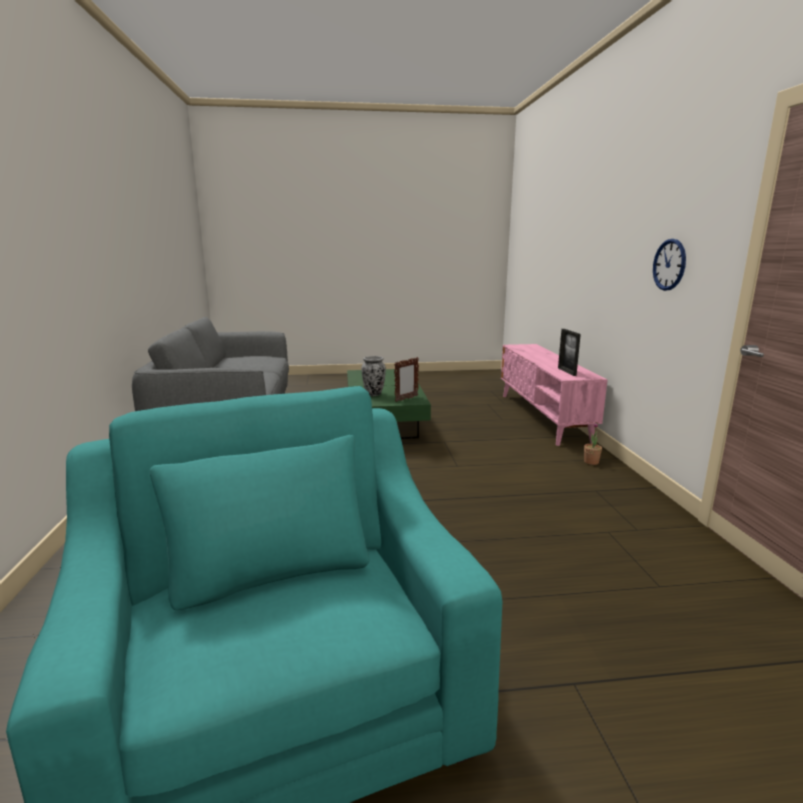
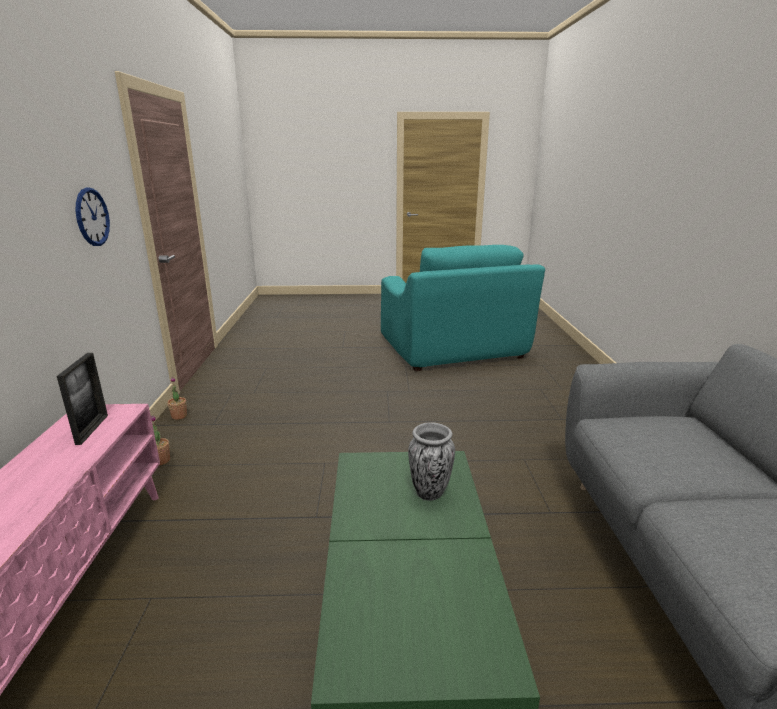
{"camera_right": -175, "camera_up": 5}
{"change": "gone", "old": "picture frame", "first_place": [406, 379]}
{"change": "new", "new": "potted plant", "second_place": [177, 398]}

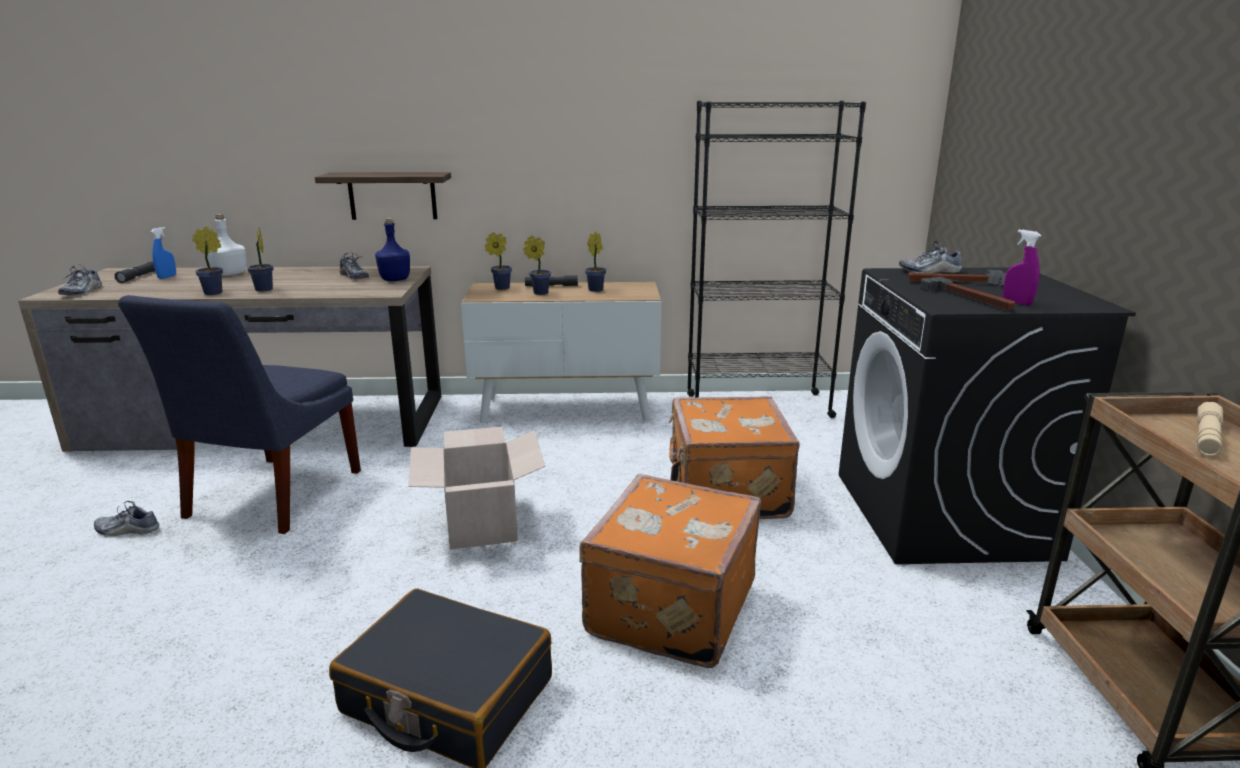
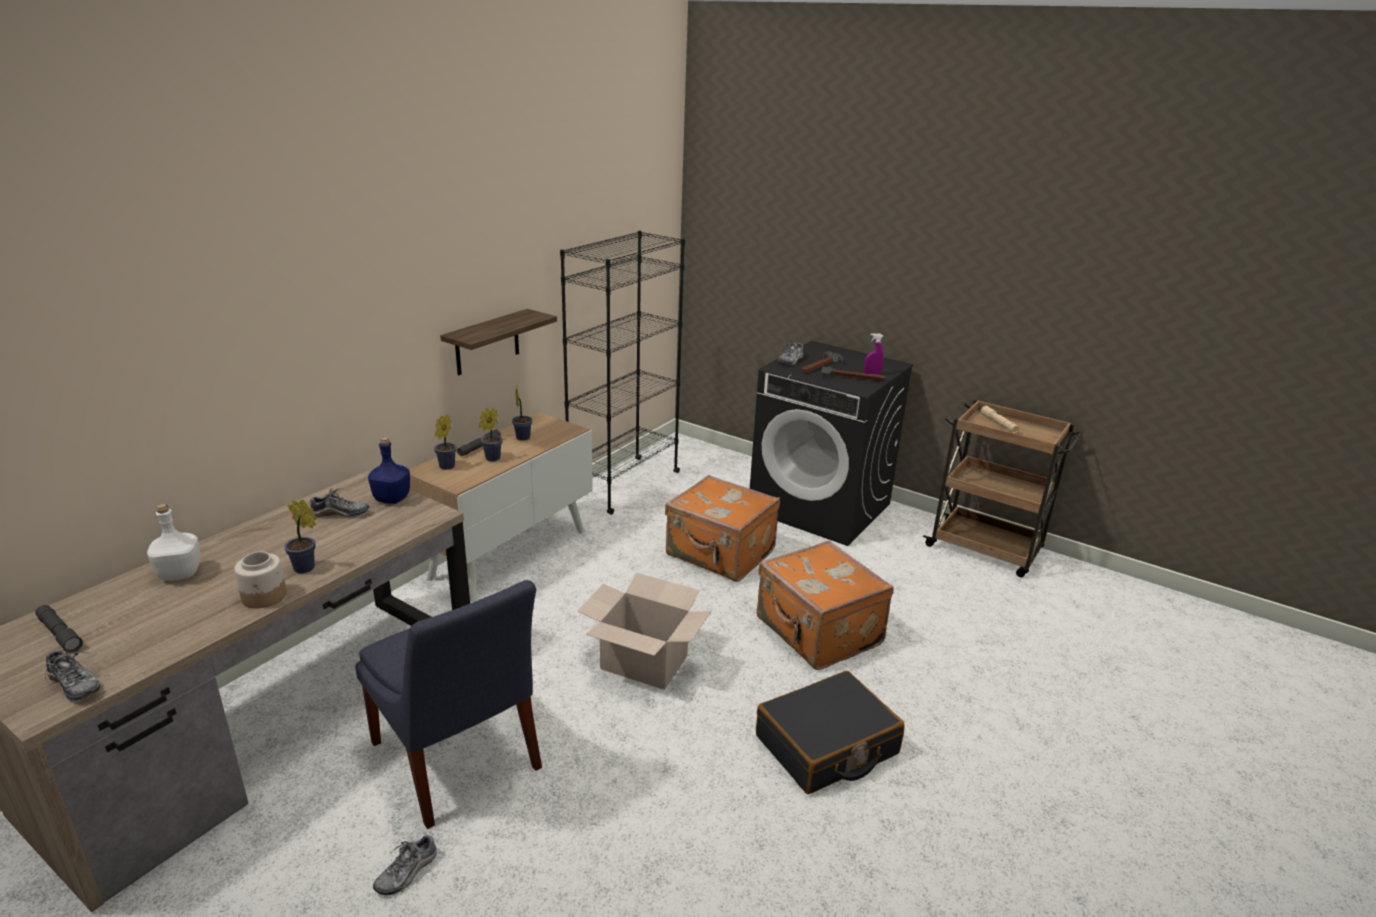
{"camera_right": -55, "camera_up": 5}
{"change": "shifted", "old": "shelf", "first_place": [383, 196], "second_place": [498, 342]}
{"change": "swapped", "old": "potted plant", "new": "jar", "first_place": [207, 260], "second_place": [260, 580]}
{"change": "gone", "old": "blue spray bottle", "first_place": [163, 253]}

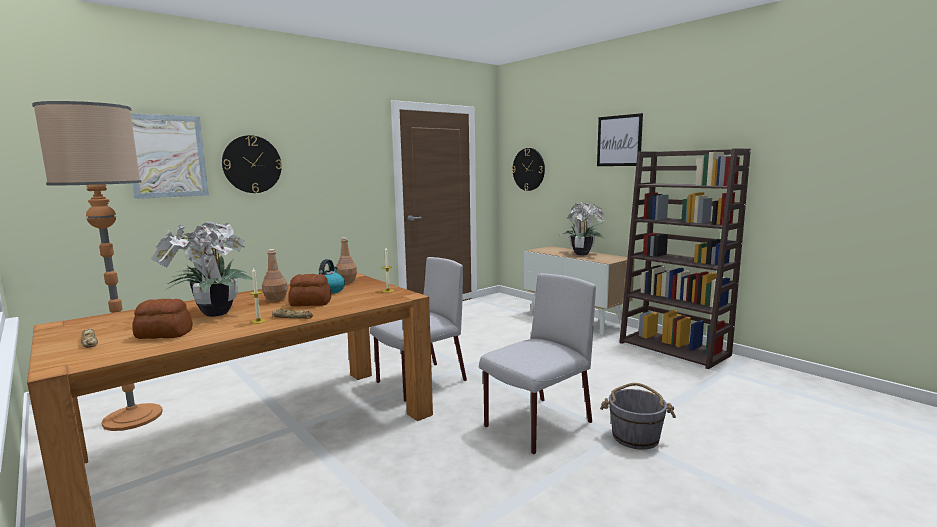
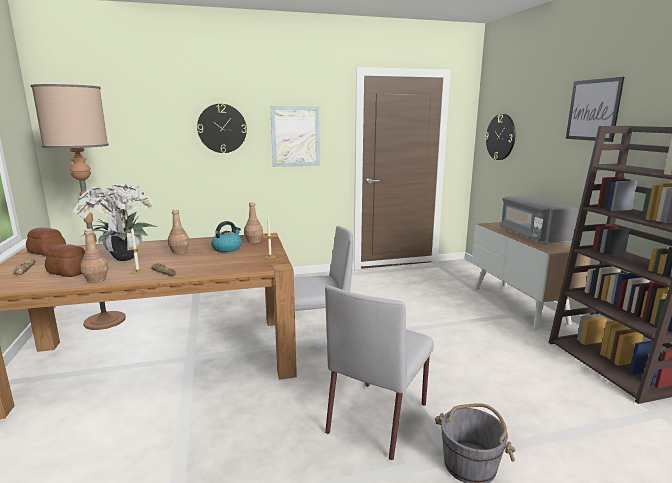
{"camera_right": 25, "camera_up": 5}
{"change": "shifted", "old": "picture", "first_place": [170, 156], "second_place": [295, 136]}
{"change": "swapped", "old": "potted plant", "new": "grey microwave", "first_place": [582, 228], "second_place": [539, 219]}
{"change": "rotated", "old": "grey chair", "first_place": [537, 363], "second_place": [379, 373], "degrees": 135}
{"change": "shifted", "old": "bread", "first_place": [310, 290], "second_place": [46, 241]}
{"change": "new", "new": "brown bottle", "second_place": [94, 256]}

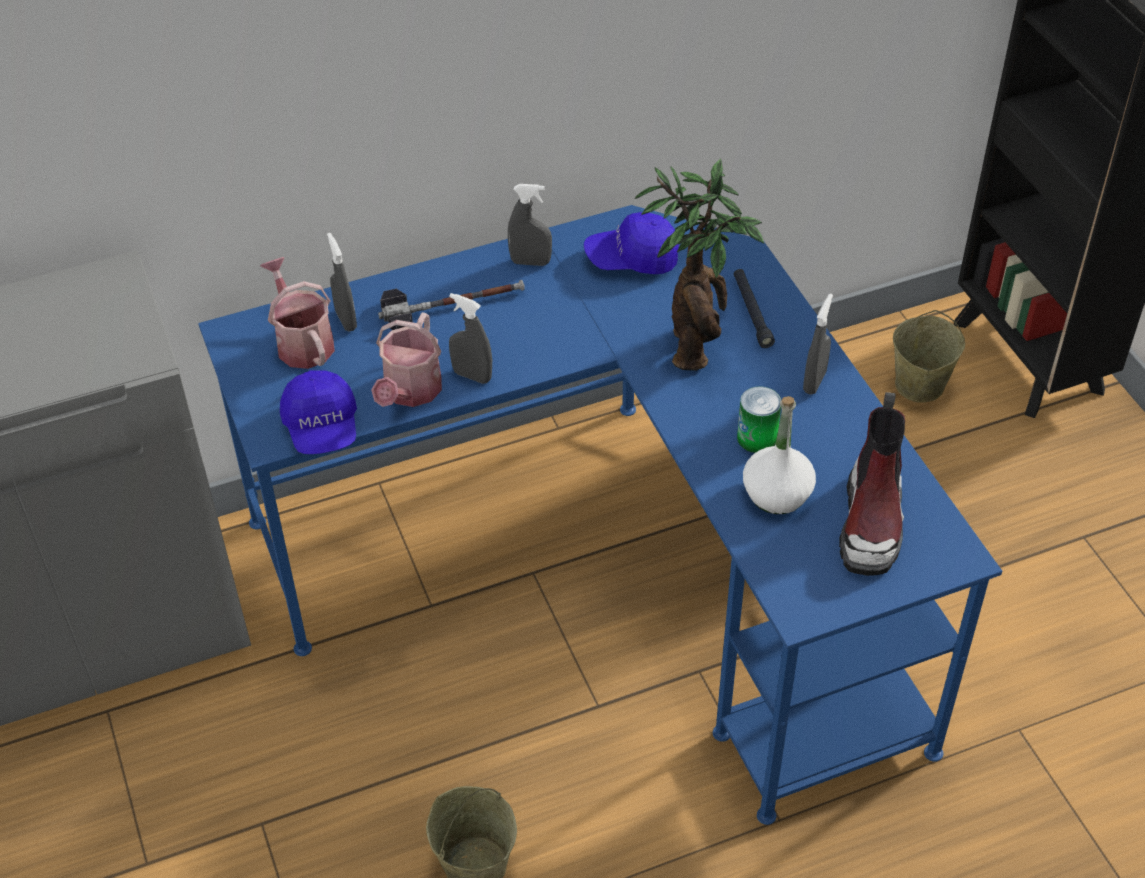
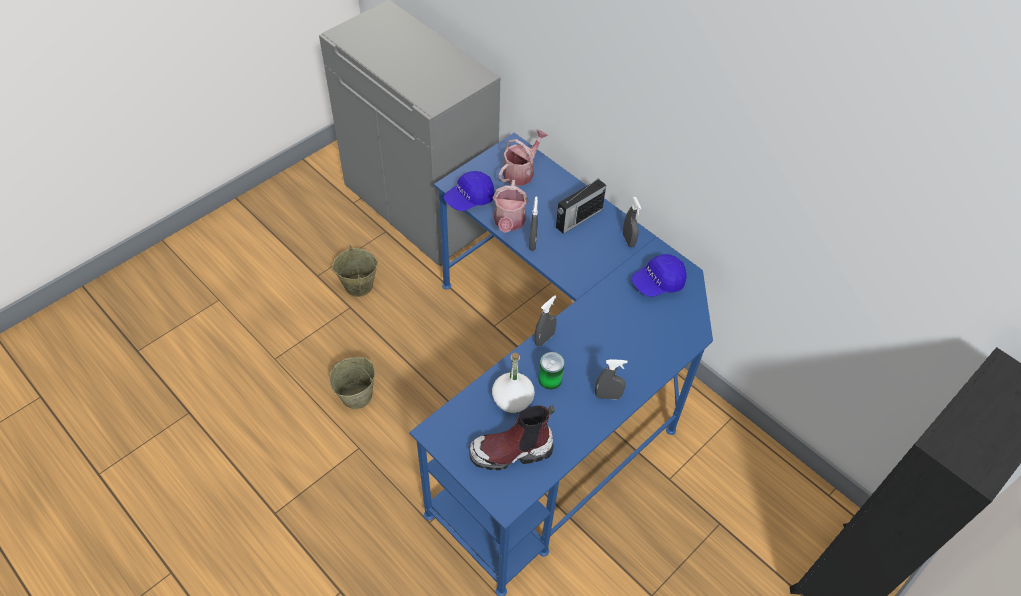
{"camera_right": 65, "camera_up": 5}
{"change": "gone", "old": "potted plant", "first_place": [699, 265]}
{"change": "rotated", "old": "blue cap", "first_place": [631, 243], "second_place": [659, 275], "degrees": -90}
{"change": "shifted", "old": "grey spray bottle", "first_place": [342, 282], "second_place": [545, 320]}
{"change": "gone", "old": "black flashlight", "first_place": [754, 308]}
{"change": "swapped", "old": "hammer", "new": "radio", "first_place": [451, 305], "second_place": [581, 206]}
{"change": "shifted", "old": "beige bucket", "first_place": [929, 356], "second_place": [355, 270]}
{"change": "rotated", "old": "watering can", "first_place": [406, 360], "second_place": [510, 206], "degrees": -75}

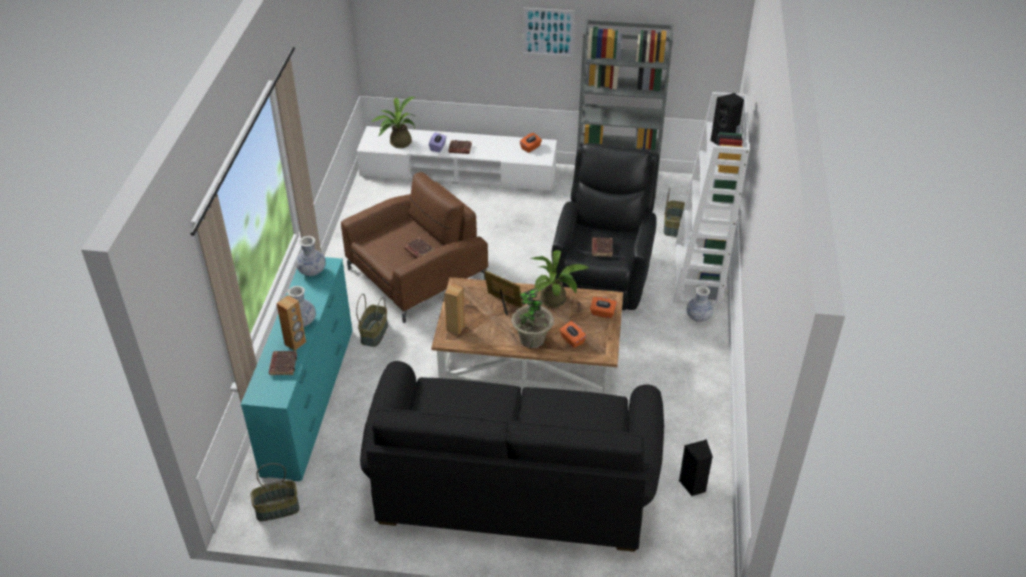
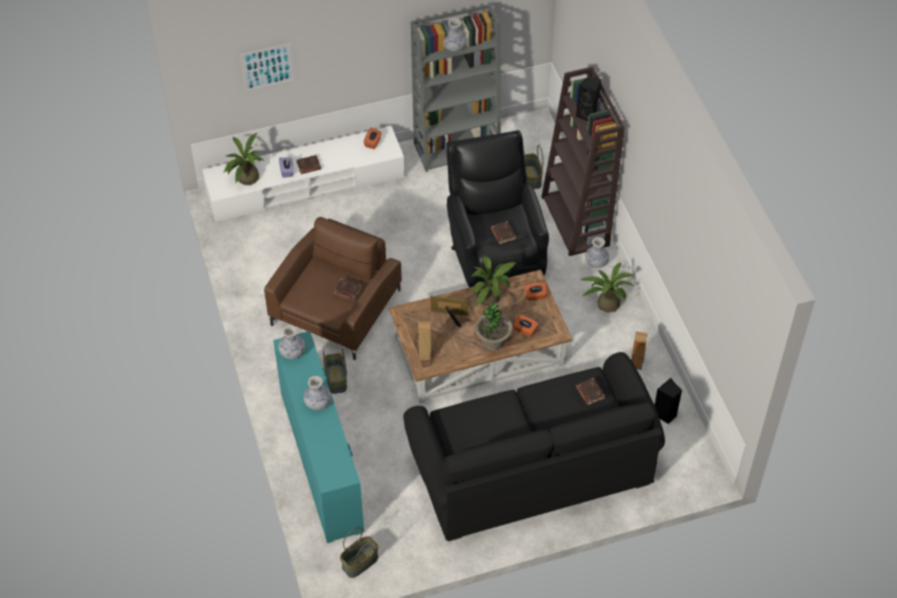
{"camera_right": -25, "camera_up": 10}
{"change": "shifted", "old": "picture", "first_place": [549, 32], "second_place": [267, 67]}
{"change": "repainted", "old": "white bookcase", "new": "brown bookcase", "first_place": [711, 199], "second_place": [583, 161]}
{"change": "shifted", "old": "brown speaker", "first_place": [291, 323], "second_place": [639, 350]}
{"change": "shifted", "old": "brown book", "first_place": [283, 363], "second_place": [590, 391]}
{"change": "new", "new": "vase", "second_place": [455, 35]}
{"change": "new", "new": "potted plant", "second_place": [607, 287]}

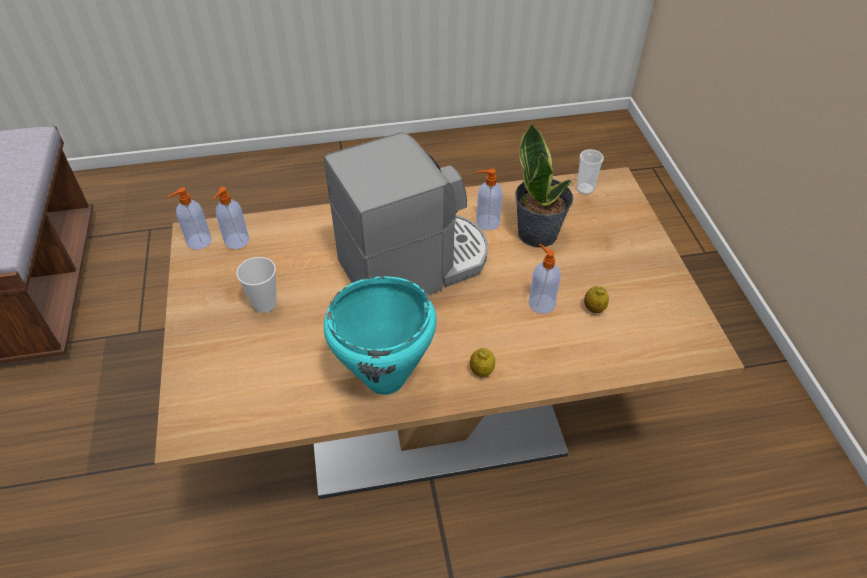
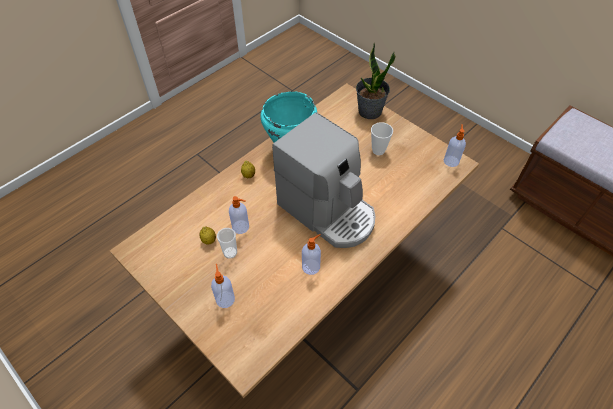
{"camera_right": 145, "camera_up": 5}
{"change": "shifted", "old": "potted plant", "first_place": [544, 185], "second_place": [376, 81]}
{"change": "rotated", "old": "coffee machine", "first_place": [406, 213], "second_place": [324, 180], "degrees": -75}
{"change": "shifted", "old": "cup", "first_place": [590, 172], "second_place": [227, 243]}
{"change": "shifted", "old": "soap dispenser", "first_place": [231, 218], "second_place": [223, 286]}

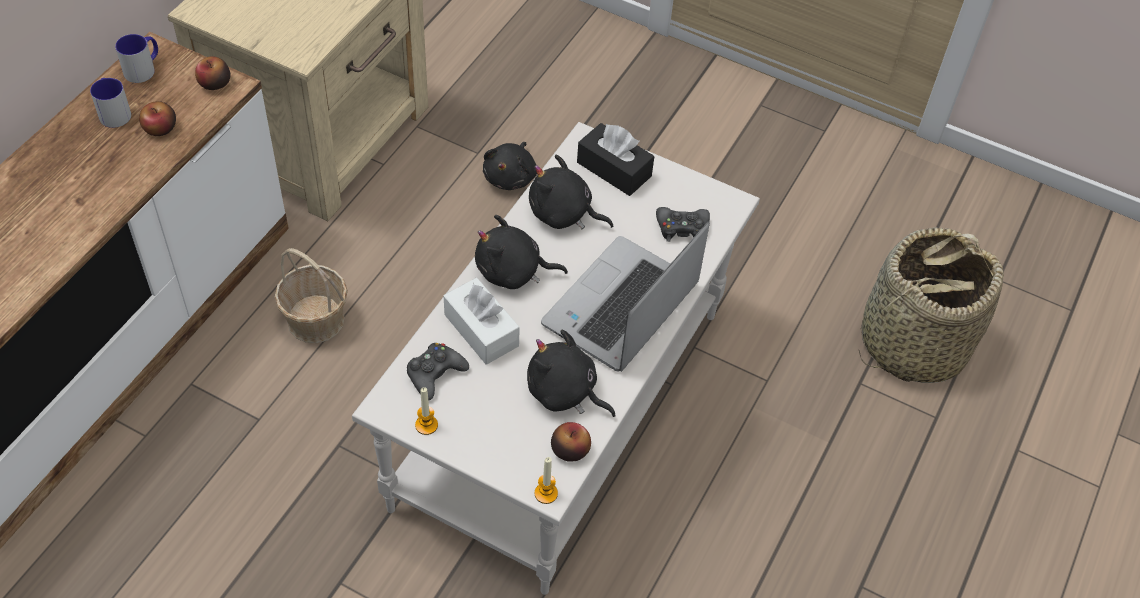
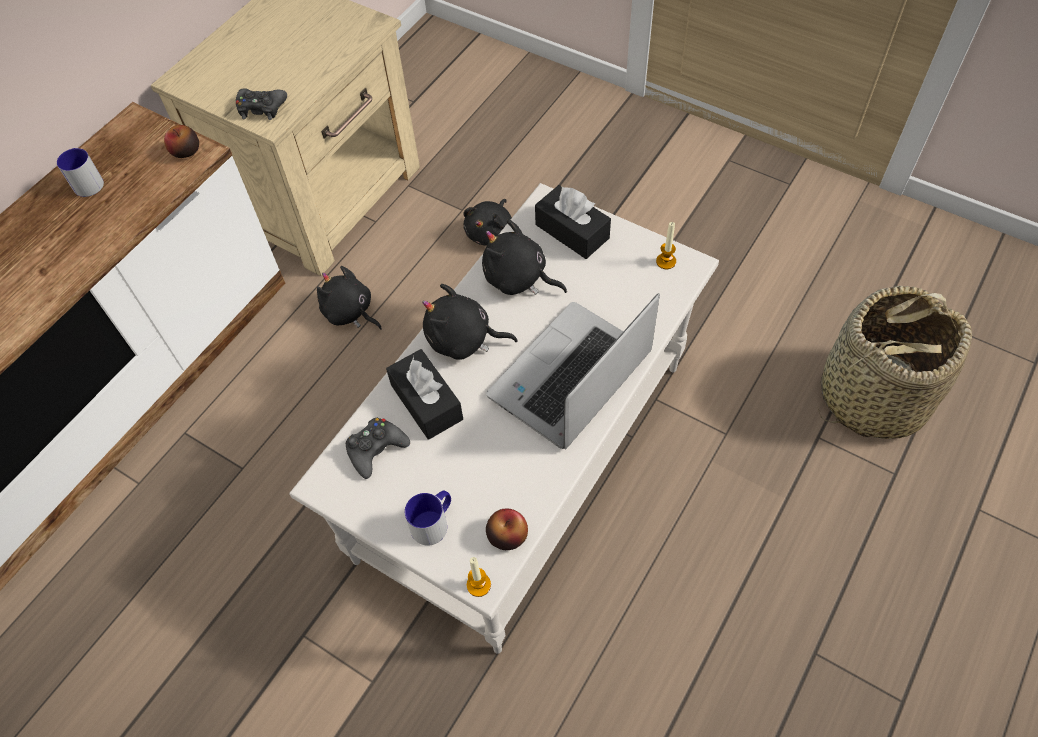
{"camera_right": 10, "camera_up": 5}
{"change": "shifted", "old": "mug", "first_place": [136, 58], "second_place": [428, 518]}
{"change": "gone", "old": "apple", "first_place": [157, 118]}
{"change": "shifted", "old": "black game controller", "first_place": [683, 224], "second_place": [261, 104]}
{"change": "gone", "old": "basket", "first_place": [311, 295]}
{"change": "repainted", "old": "white tissue box", "new": "black tissue box", "first_place": [482, 321], "second_place": [424, 394]}
{"change": "shifted", "old": "black plush toy", "first_place": [571, 373], "second_place": [349, 298]}
{"change": "shifted", "old": "candle", "first_place": [426, 411], "second_place": [666, 245]}

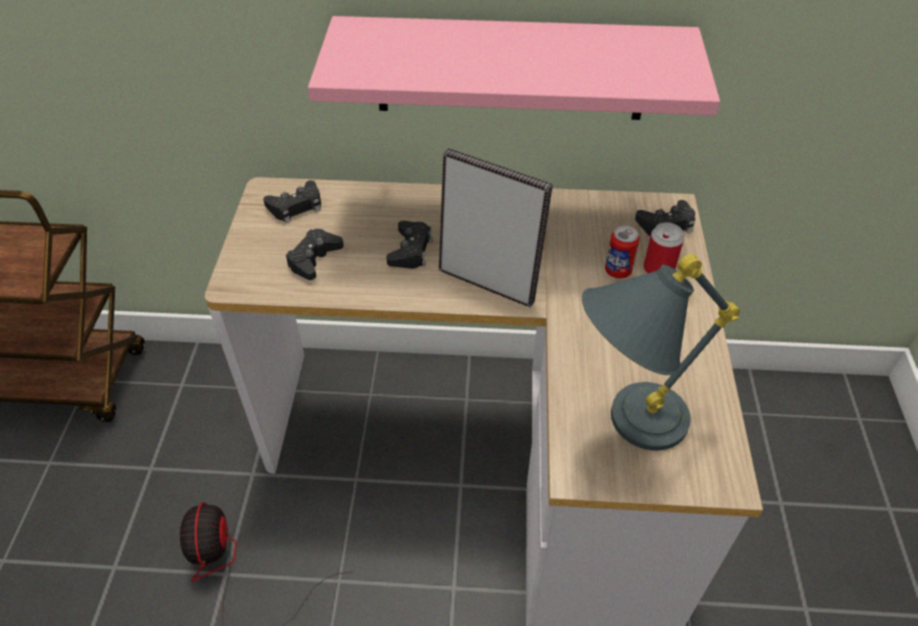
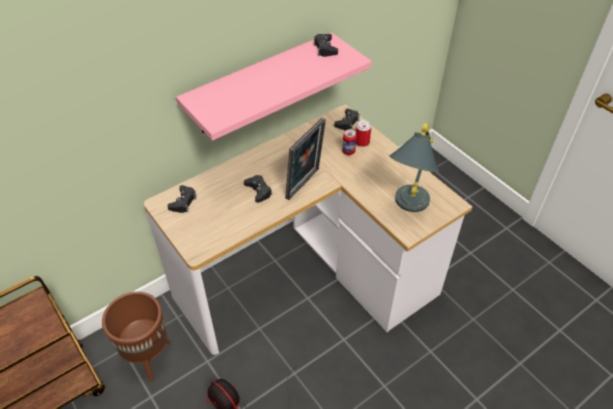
{"camera_right": -40, "camera_up": 0}
{"change": "rotated", "old": "picture frame", "first_place": [496, 228], "second_place": [305, 159], "degrees": 135}
{"change": "shifted", "old": "black game controller", "first_place": [315, 254], "second_place": [325, 45]}
{"change": "new", "new": "brown planter", "second_place": [136, 337]}

